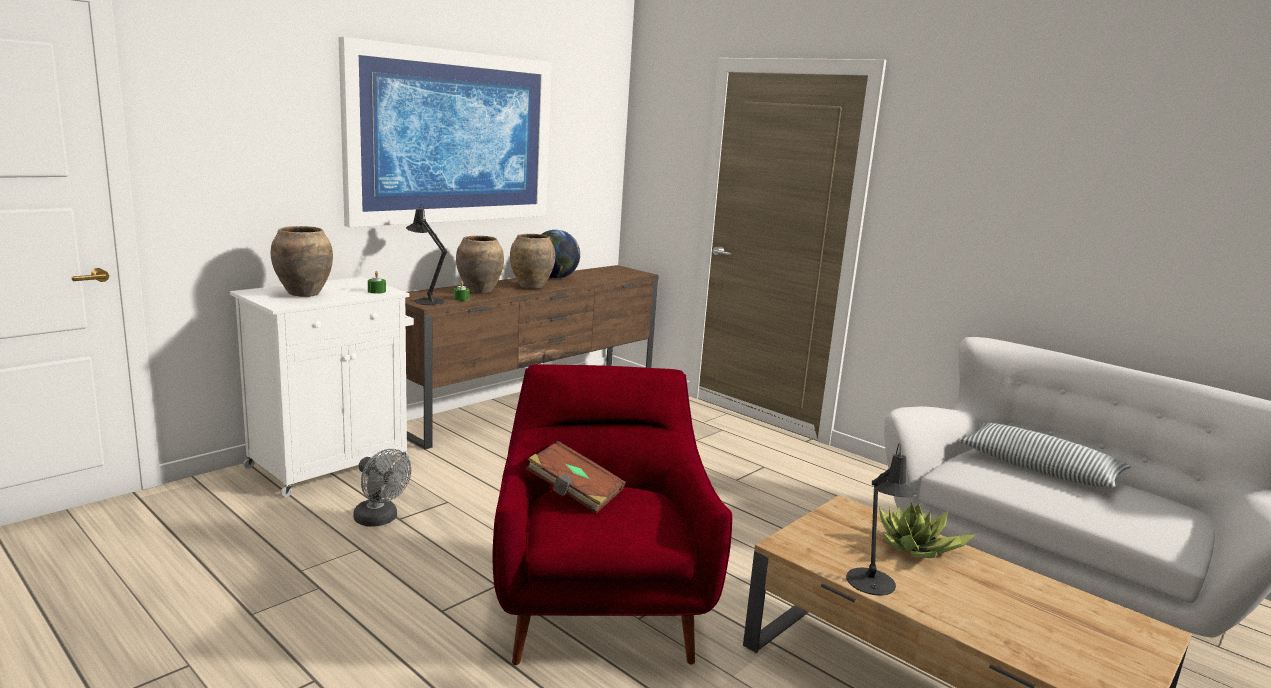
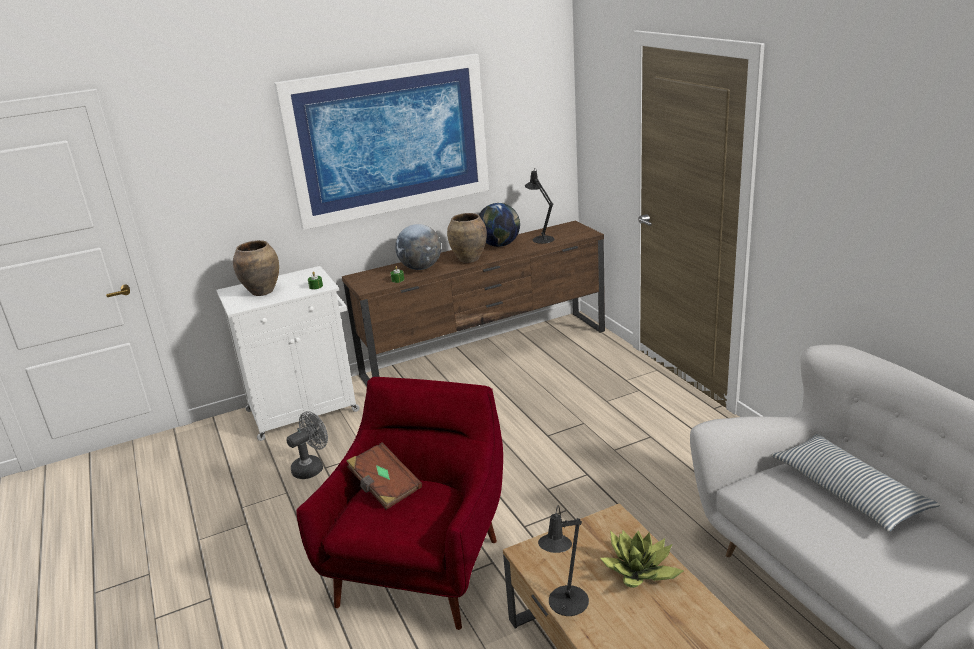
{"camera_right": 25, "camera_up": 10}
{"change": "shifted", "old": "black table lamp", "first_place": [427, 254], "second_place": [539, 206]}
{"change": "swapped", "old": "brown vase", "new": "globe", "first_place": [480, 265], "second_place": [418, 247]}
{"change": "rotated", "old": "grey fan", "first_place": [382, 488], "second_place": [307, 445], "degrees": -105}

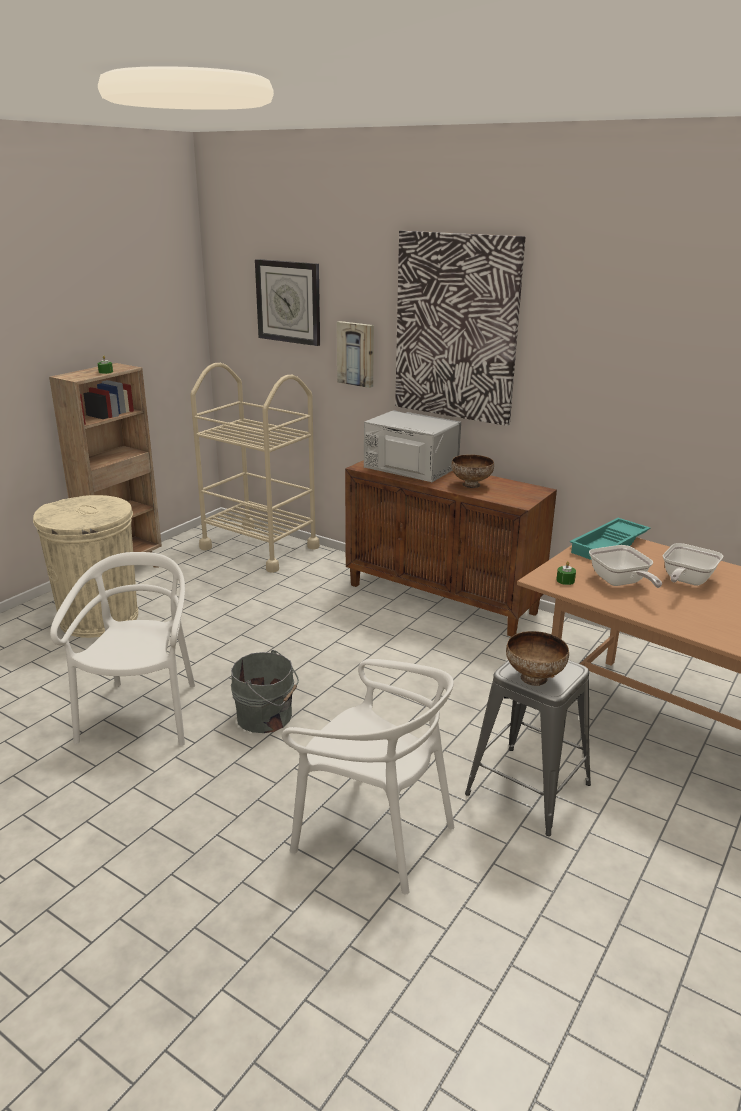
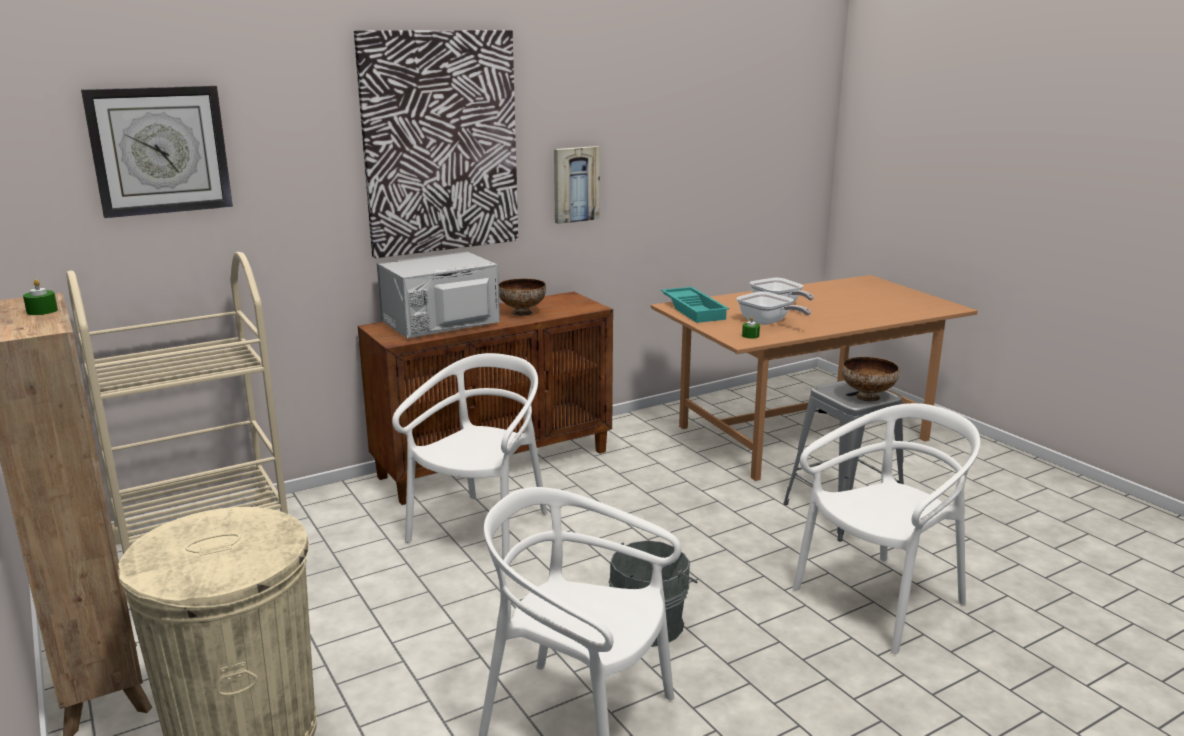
{"camera_right": -65, "camera_up": -5}
{"change": "shifted", "old": "picture", "first_place": [355, 354], "second_place": [577, 185]}
{"change": "rotated", "old": "frying pan", "first_place": [625, 566], "second_place": [774, 308], "degrees": 45}
{"change": "new", "new": "white chair", "second_place": [469, 456]}

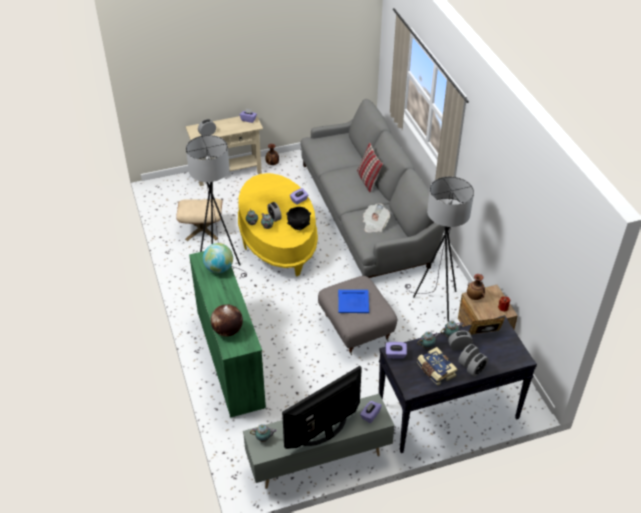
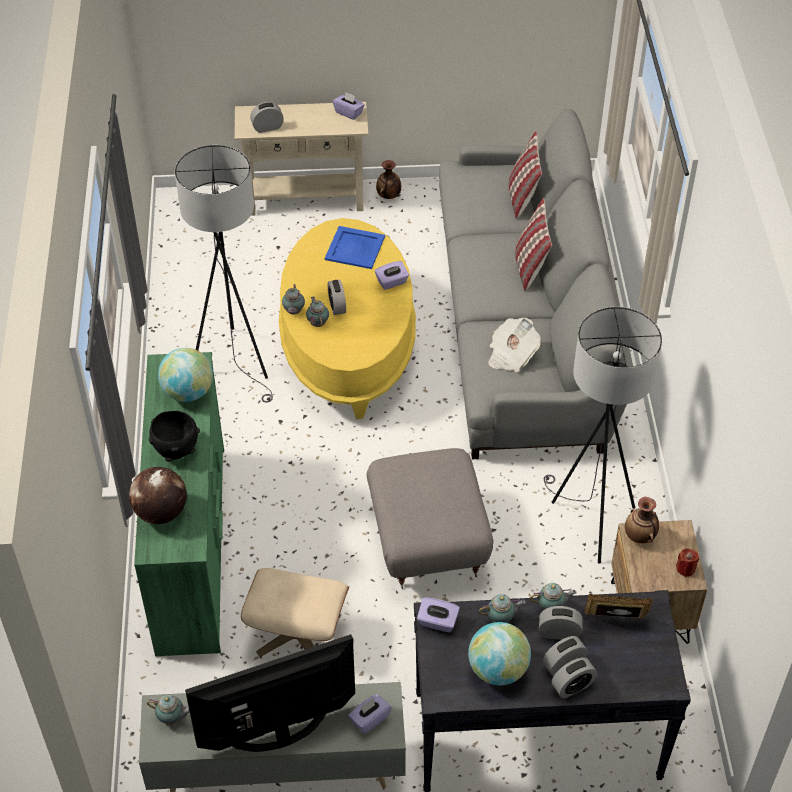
{"camera_right": 15, "camera_up": 5}
{"change": "shifted", "old": "beige ottoman", "first_place": [199, 220], "second_place": [295, 612]}
{"change": "shifted", "old": "black bowl", "first_place": [298, 218], "second_place": [174, 436]}
{"change": "shifted", "old": "blue tray", "first_place": [353, 301], "second_place": [355, 247]}
{"change": "swapped", "old": "book", "new": "globe", "first_place": [437, 366], "second_place": [499, 653]}
{"change": "new", "new": "pillow", "second_place": [525, 175]}

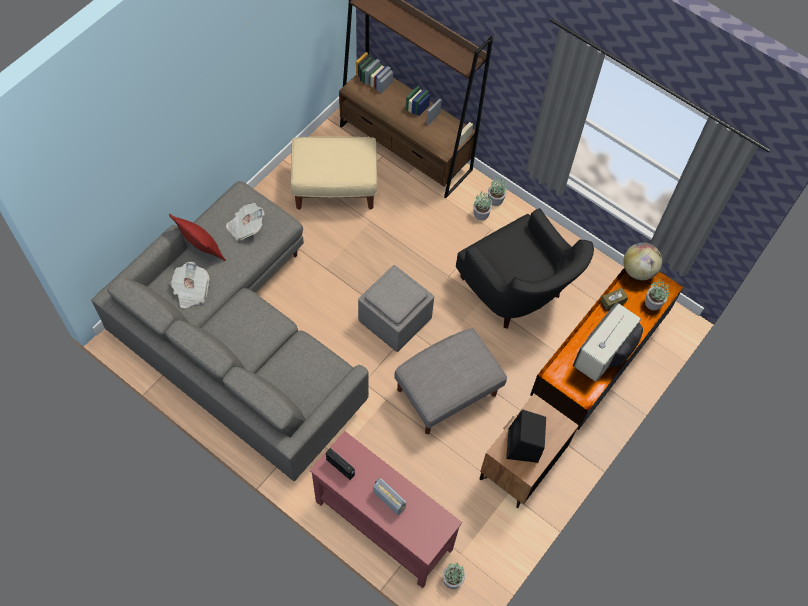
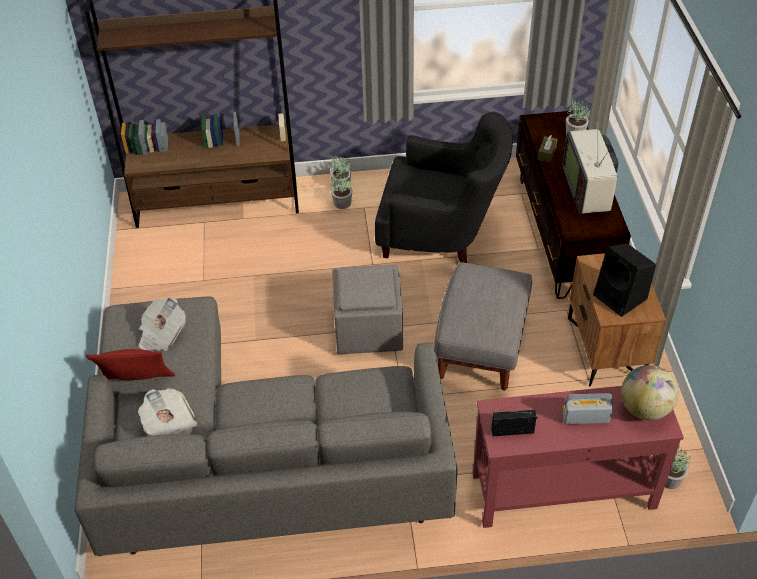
{"camera_right": -40, "camera_up": -15}
{"change": "gone", "old": "beige ottoman", "first_place": [333, 173]}
{"change": "shifted", "old": "globe", "first_place": [642, 261], "second_place": [649, 392]}

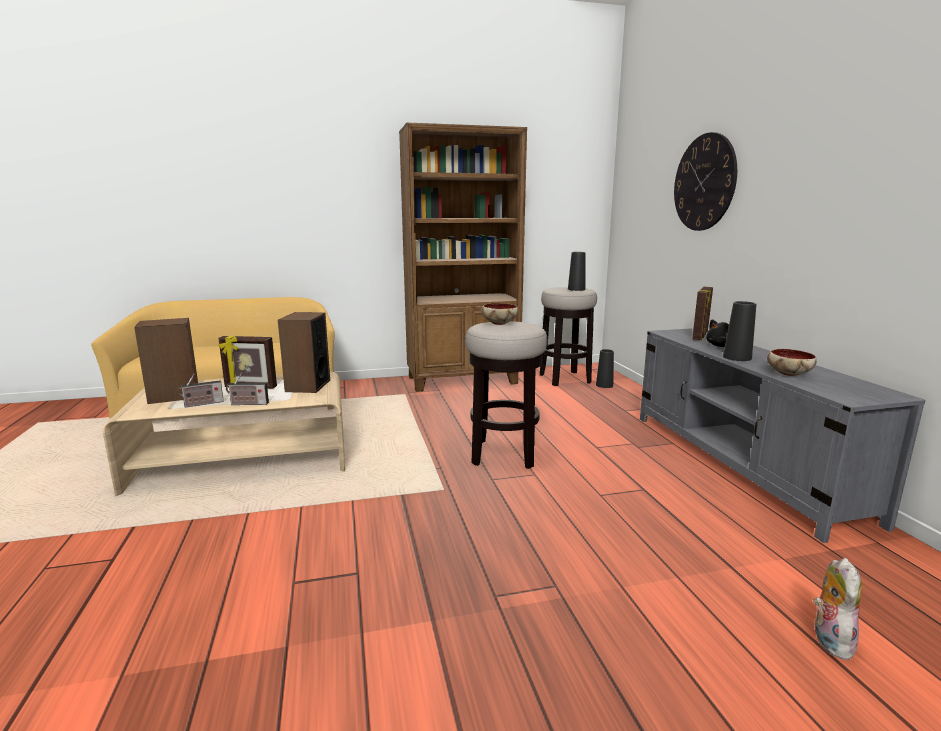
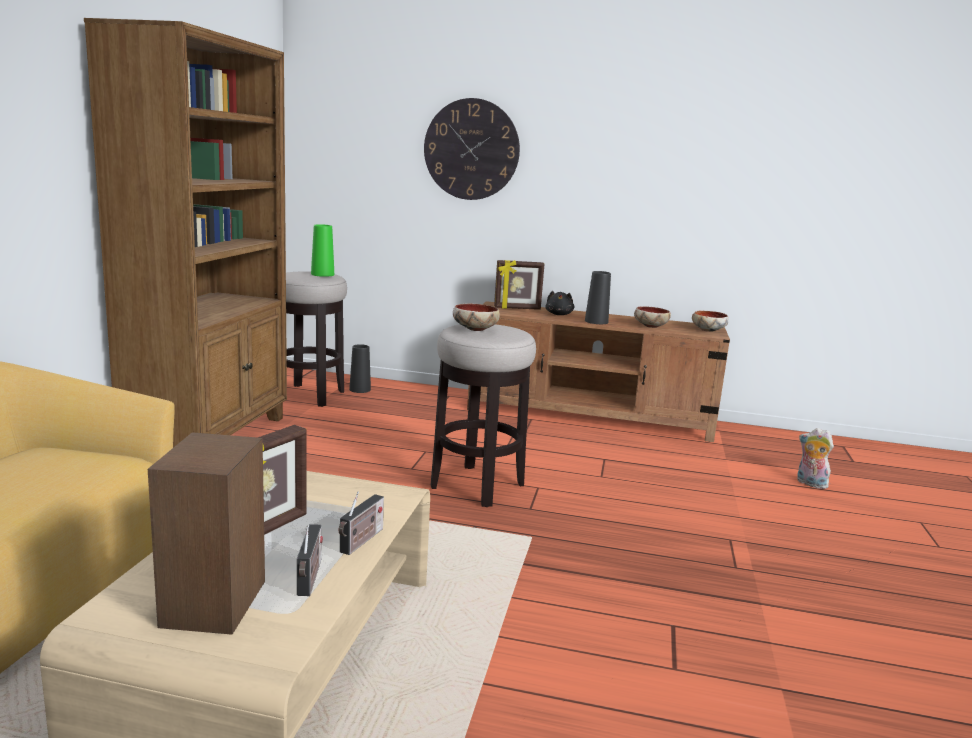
{"camera_right": -65, "camera_up": 0}
{"change": "repainted", "old": "black vase", "new": "green vase", "first_place": [577, 271], "second_place": [322, 250]}
{"change": "rotated", "old": "picture frame", "first_place": [702, 313], "second_place": [519, 285], "degrees": 120}
{"change": "gone", "old": "speaker", "first_place": [304, 352]}
{"change": "repainted", "old": "grey tv stand", "new": "brown tv stand", "first_place": [783, 435], "second_place": [598, 371]}
{"change": "new", "new": "bowl", "second_place": [710, 321]}

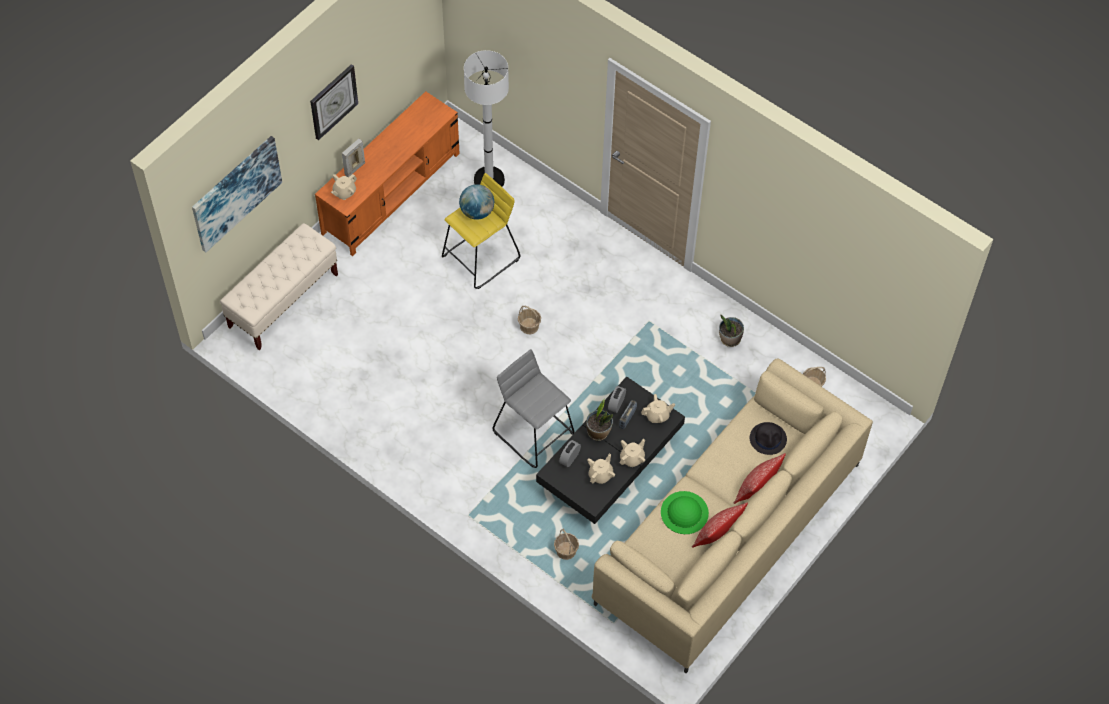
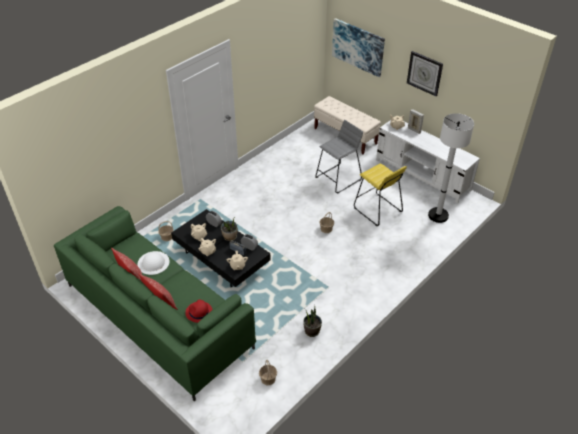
{"camera_right": 95, "camera_up": -15}
{"change": "repainted", "old": "orange tv stand", "new": "white tv stand", "first_place": [387, 173], "second_place": [428, 162]}
{"change": "gone", "old": "globe", "first_place": [476, 202]}
{"change": "shifted", "old": "grey stool", "first_place": [533, 408], "second_place": [339, 156]}
{"change": "repainted", "old": "beige sofa", "new": "green sofa", "first_place": [732, 516], "second_place": [155, 303]}
{"change": "repainted", "old": "black hat", "new": "red hat", "first_place": [768, 438], "second_place": [198, 311]}
{"change": "repainted", "old": "green hat", "new": "white hat", "first_place": [685, 512], "second_place": [153, 263]}

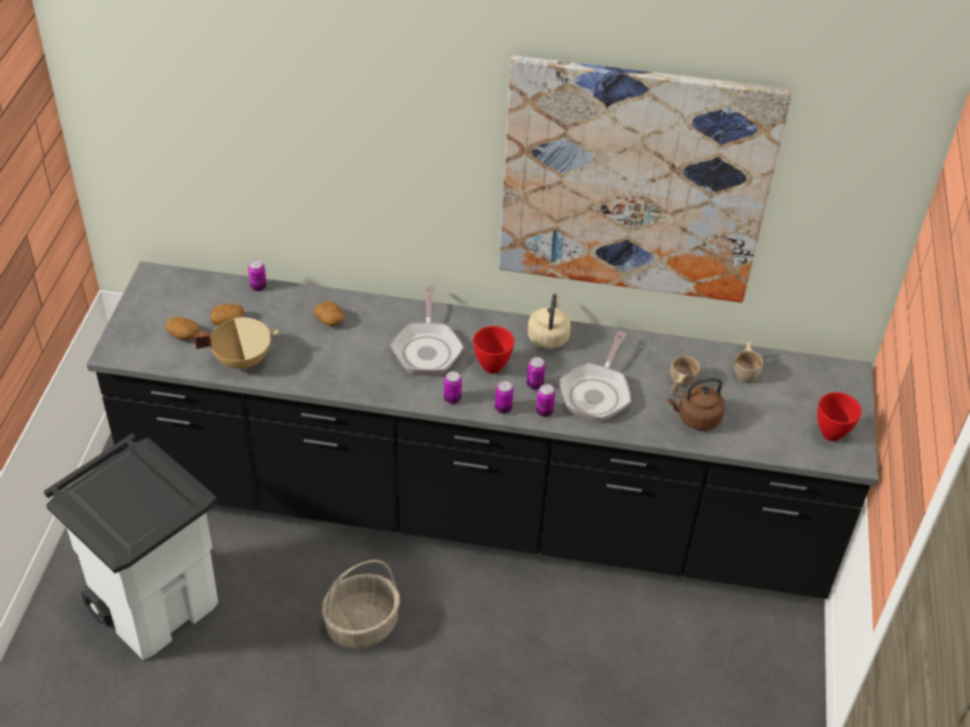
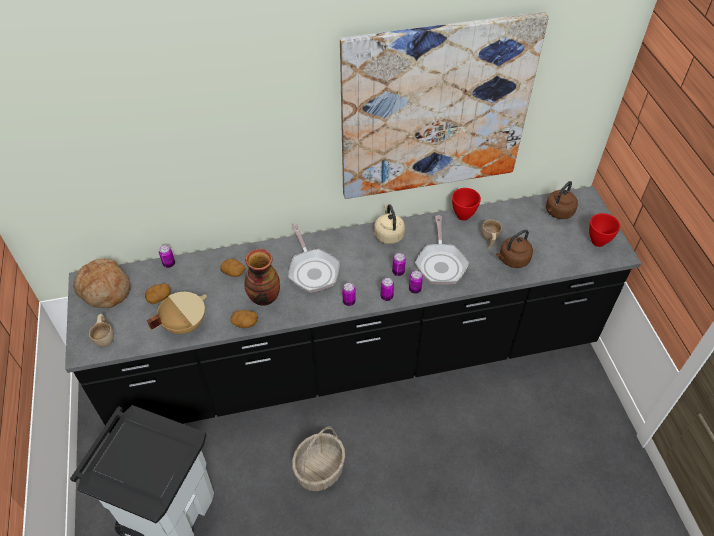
{"camera_right": -20, "camera_up": 5}
{"change": "shifted", "old": "potato", "first_place": [182, 328], "second_place": [244, 319]}
{"change": "shifted", "old": "red bowl", "first_place": [493, 350], "second_place": [466, 204]}
{"change": "shifted", "old": "beige cup", "first_place": [748, 362], "second_place": [101, 330]}
{"change": "new", "new": "brown kettle", "second_place": [562, 200]}
{"change": "new", "new": "vase", "second_place": [262, 277]}
{"change": "new", "new": "bread", "second_place": [101, 283]}

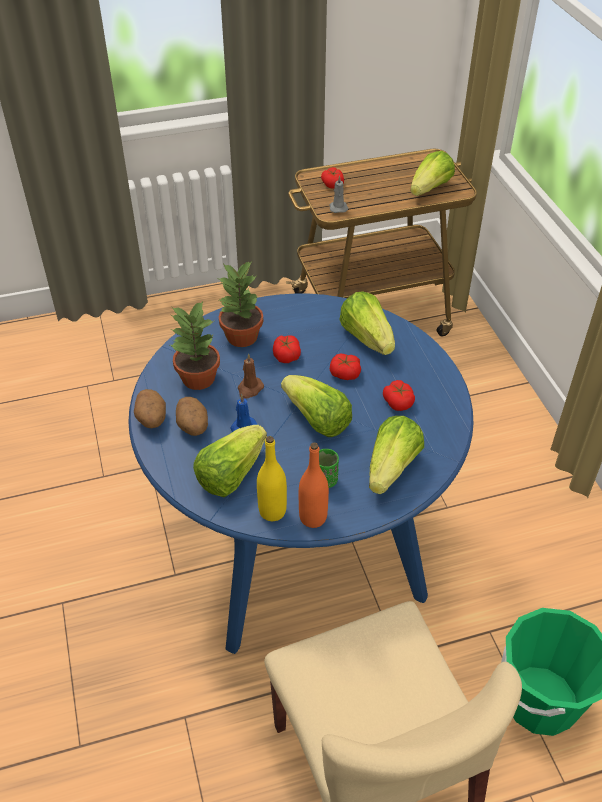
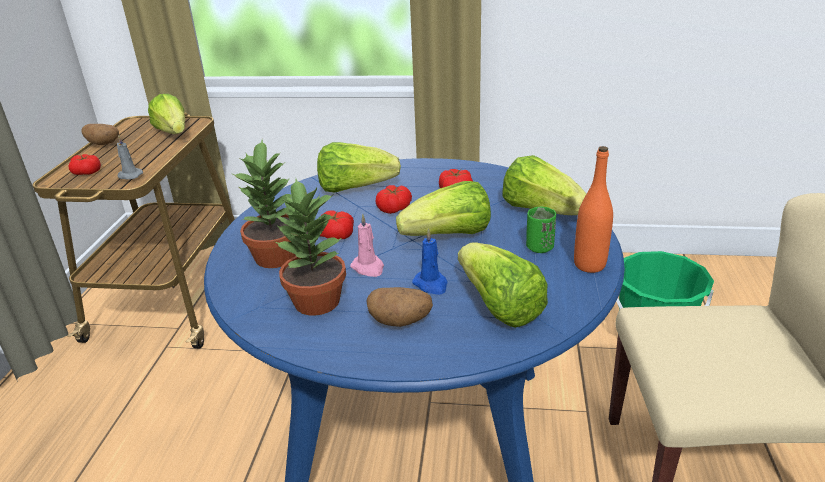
{"camera_right": -65, "camera_up": -15}
{"change": "repainted", "old": "brown candle", "new": "pink candle", "first_place": [251, 376], "second_place": [367, 245]}
{"change": "shifted", "old": "potato", "first_place": [150, 408], "second_place": [100, 134]}
{"change": "gone", "old": "yellow bottle", "first_place": [272, 478]}

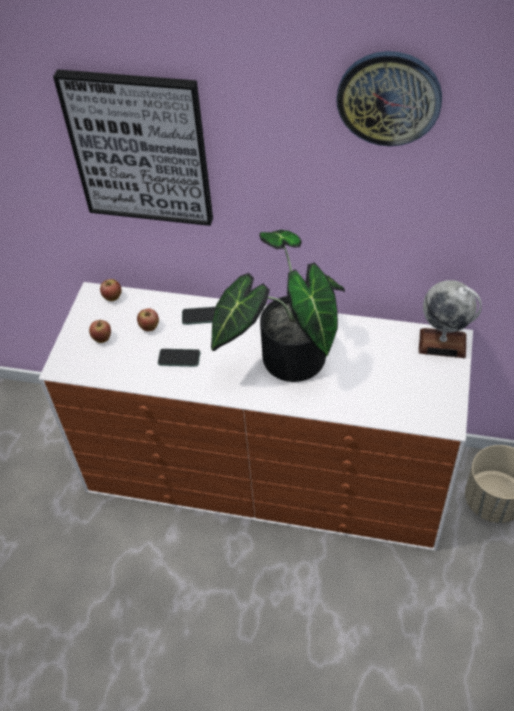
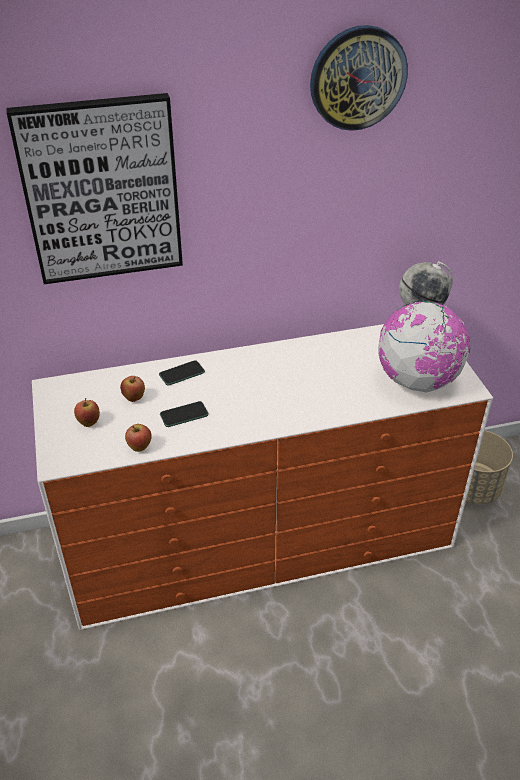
{"camera_right": -30, "camera_up": -10}
{"change": "gone", "old": "potted plant", "first_place": [278, 306]}
{"change": "shifted", "old": "apple", "first_place": [110, 290], "second_place": [138, 438]}
{"change": "new", "new": "globe", "second_place": [424, 346]}

